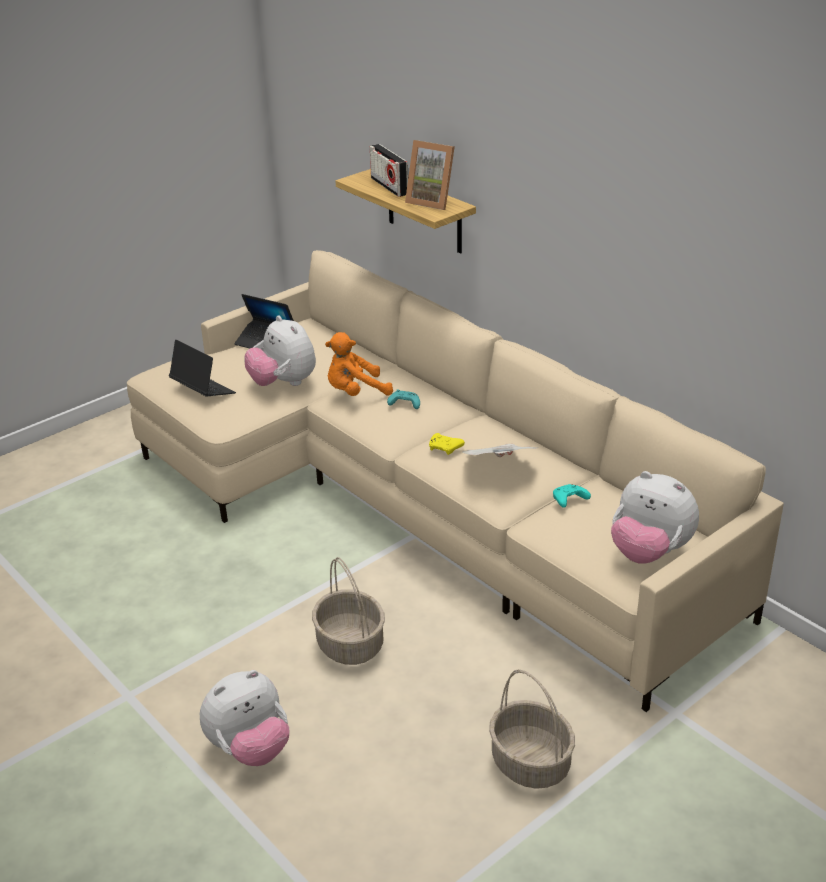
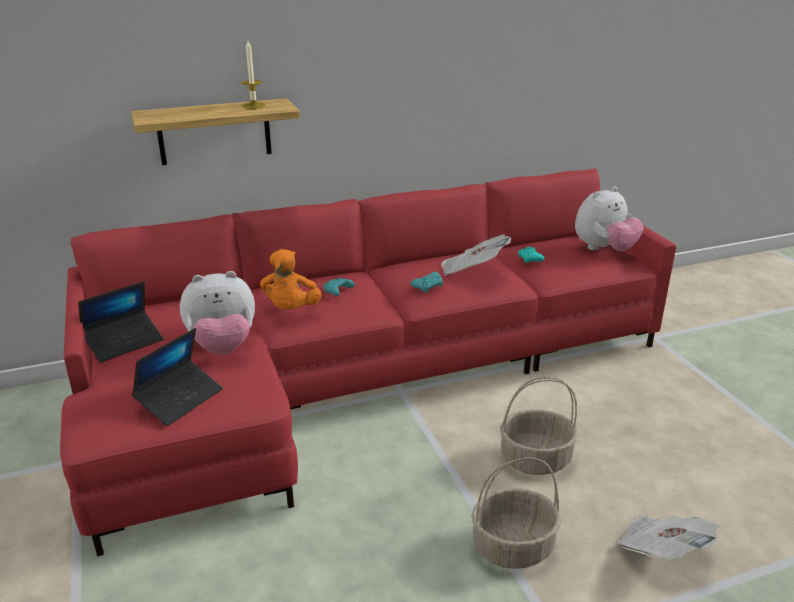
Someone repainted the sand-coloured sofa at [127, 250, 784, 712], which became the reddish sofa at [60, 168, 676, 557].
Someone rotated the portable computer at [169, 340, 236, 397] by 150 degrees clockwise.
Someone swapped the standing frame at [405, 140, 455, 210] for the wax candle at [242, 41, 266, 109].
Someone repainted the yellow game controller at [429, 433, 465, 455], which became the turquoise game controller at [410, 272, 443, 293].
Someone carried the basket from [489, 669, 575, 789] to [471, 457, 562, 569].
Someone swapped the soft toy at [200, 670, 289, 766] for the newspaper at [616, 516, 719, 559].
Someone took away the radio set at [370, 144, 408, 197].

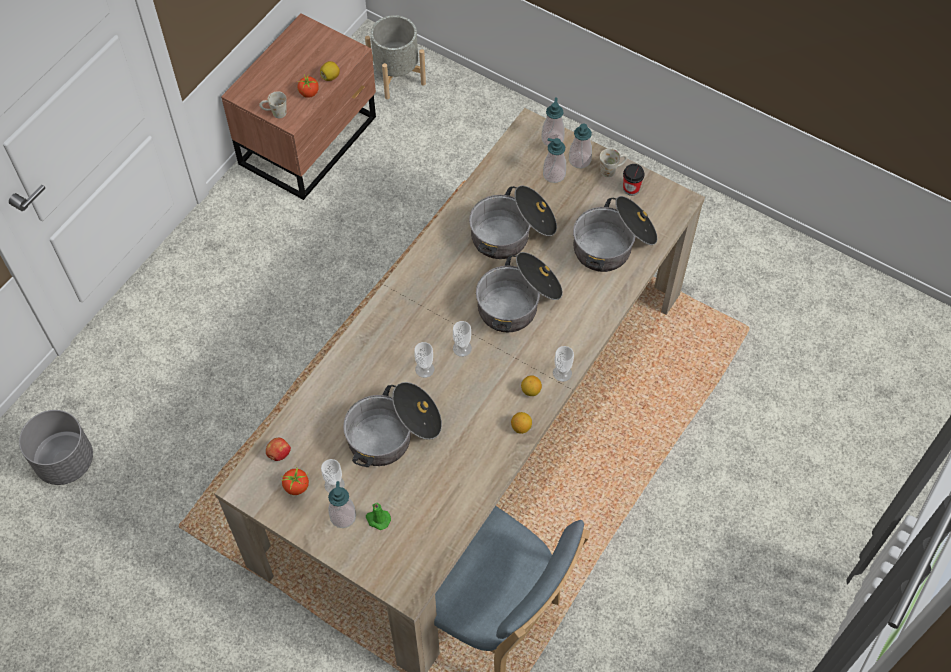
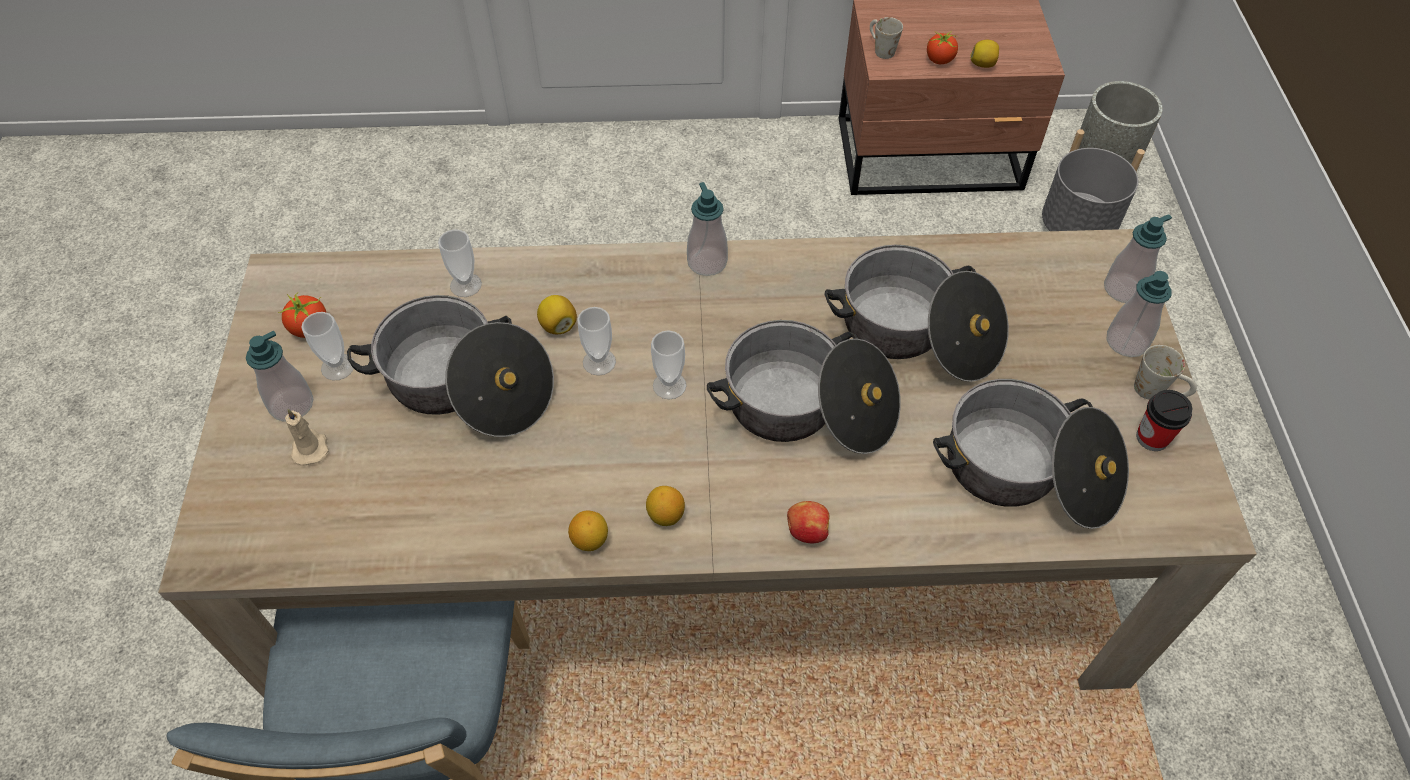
Someone repainted the green wax candle at [366, 503, 391, 530], which became the sand-coloured wax candle at [285, 409, 329, 466].
Someone carried the drinking cup from [553, 346, 574, 382] to [438, 229, 482, 297].
Someone put down the lemon at [537, 295, 577, 334].
Someone carried the liquid soap bottle from [543, 138, 566, 183] to [687, 182, 728, 276].
Someone carried the apple from [266, 438, 291, 461] to [787, 501, 829, 543].
Someone carried the grey planter from [19, 410, 93, 485] to [1042, 148, 1138, 231].

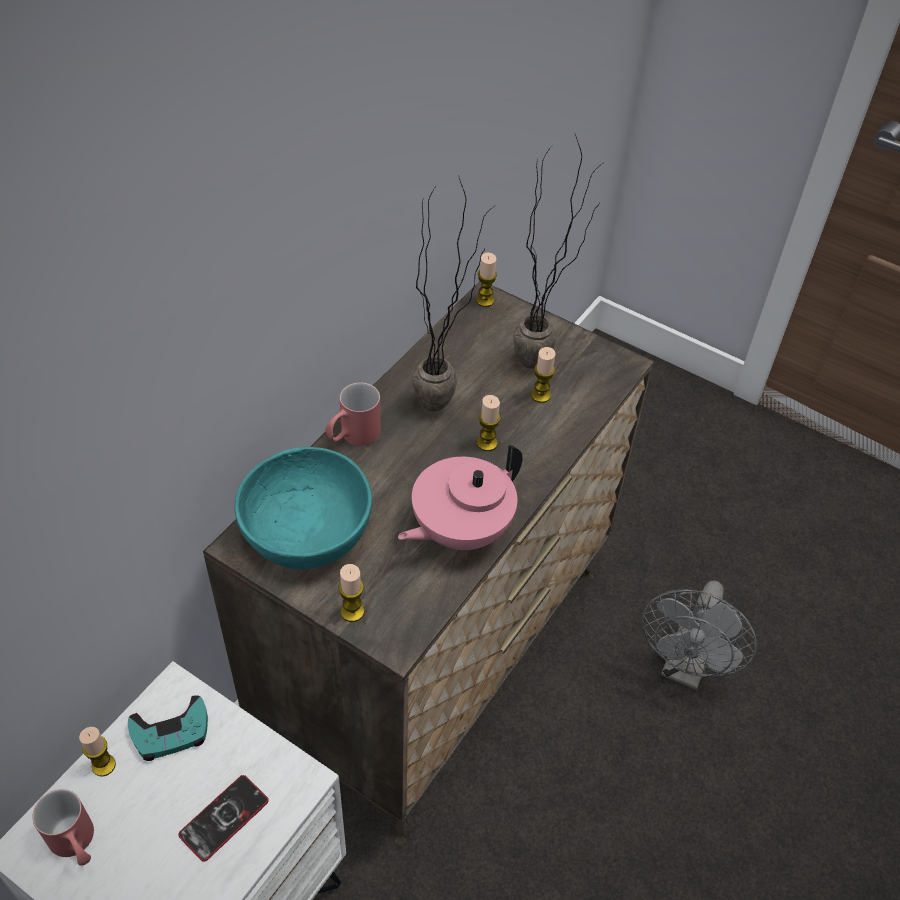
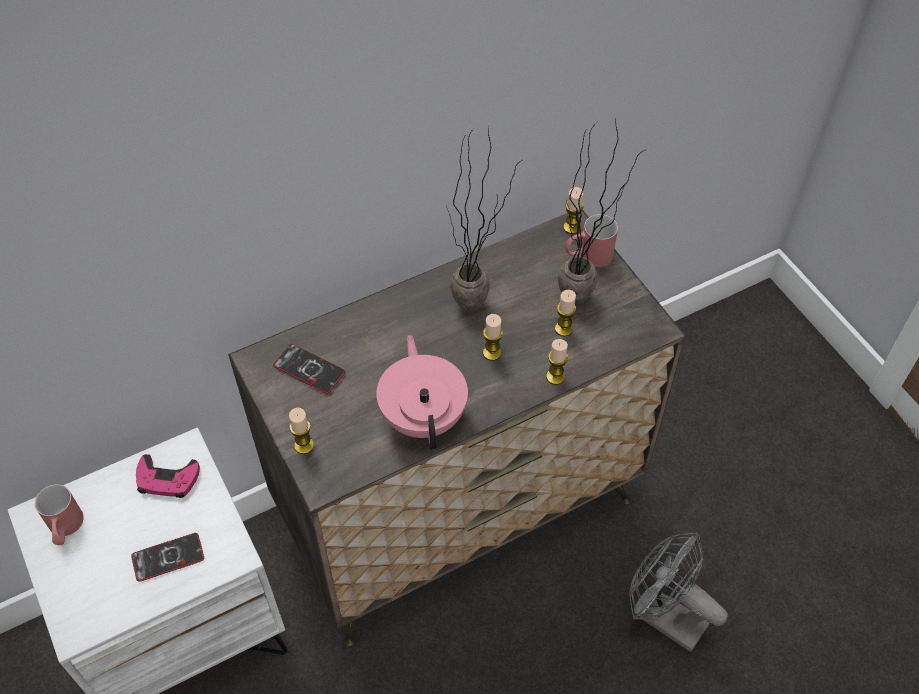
Someone repainted the turquoise game controller at [128, 695, 208, 761], which became the pink-coloured game controller at [136, 454, 200, 498].
Someone swapped the turquoise serving bowl at [235, 447, 372, 569] for the handset at [273, 344, 345, 394].
Someone rotated the pink-coloured pot for tea at [398, 445, 522, 550] by 90 degrees clockwise.
Someone carried the wax candle from [79, 727, 116, 776] to [546, 339, 568, 385].
Someone carried the reddish mug from [325, 382, 381, 446] to [565, 214, 618, 267].
Someone rotated the grey fan at [642, 581, 757, 690] by 75 degrees clockwise.

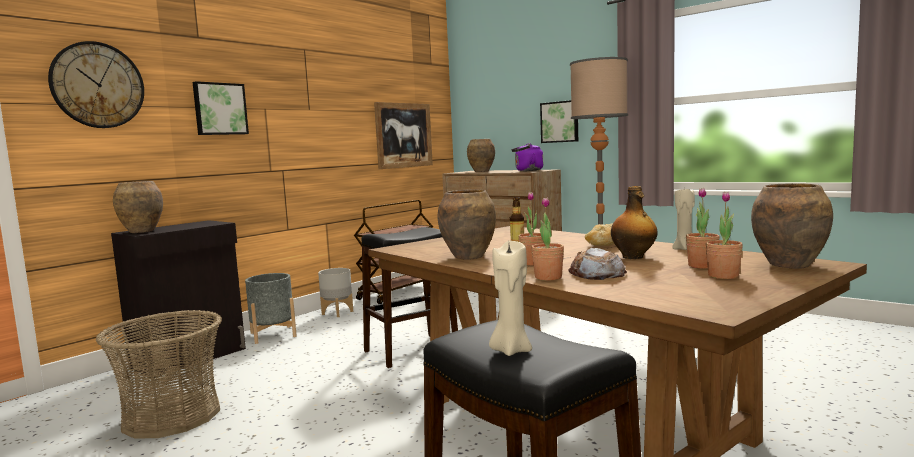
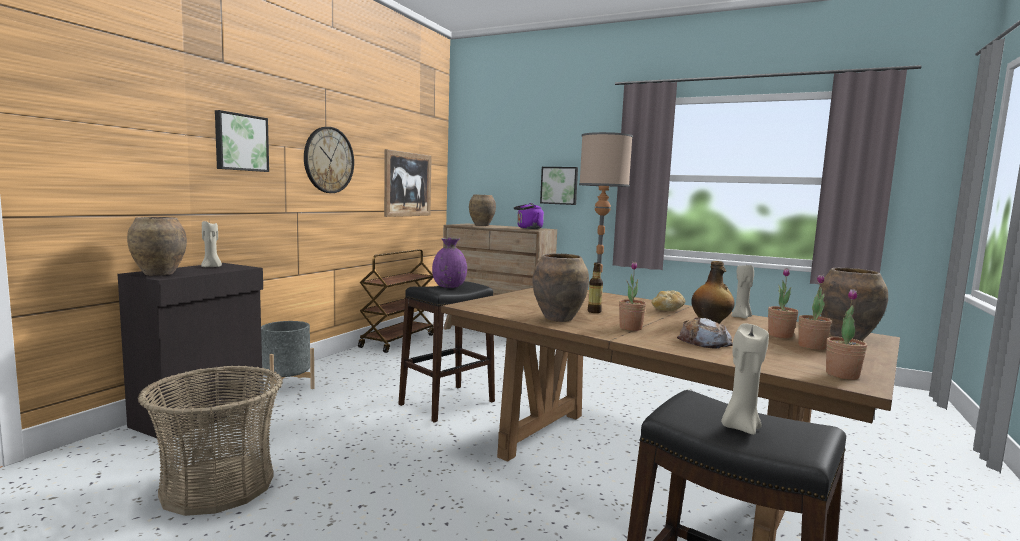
Someone put down the sand-coloured wax candle at [201, 221, 222, 267].
Someone carried the hanging clock from [48, 41, 144, 128] to [304, 127, 354, 193].
Someone put down the purple decorative vase at [432, 238, 467, 288].
Someone carried the potted plant from [531, 198, 564, 280] to [826, 289, 867, 380].
Someone took away the grey planter at [318, 268, 353, 317].

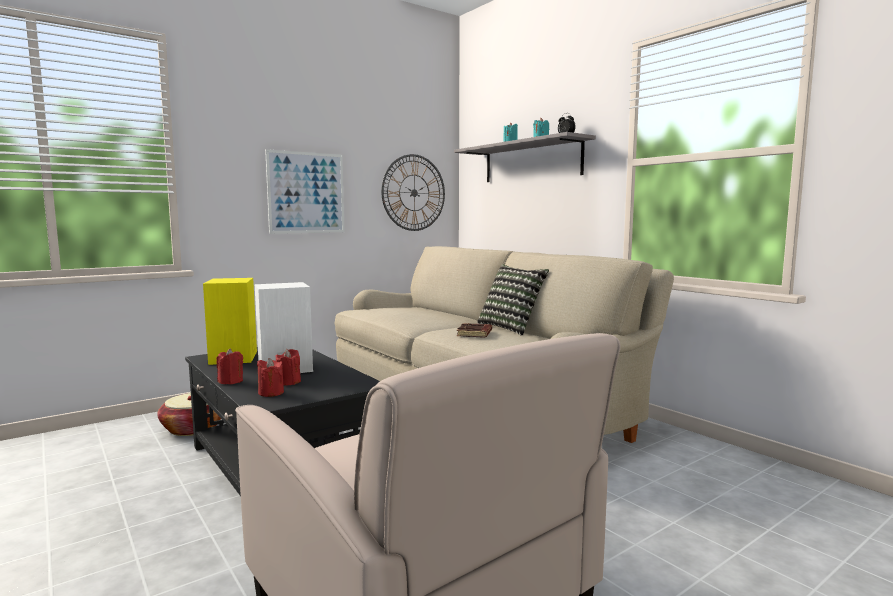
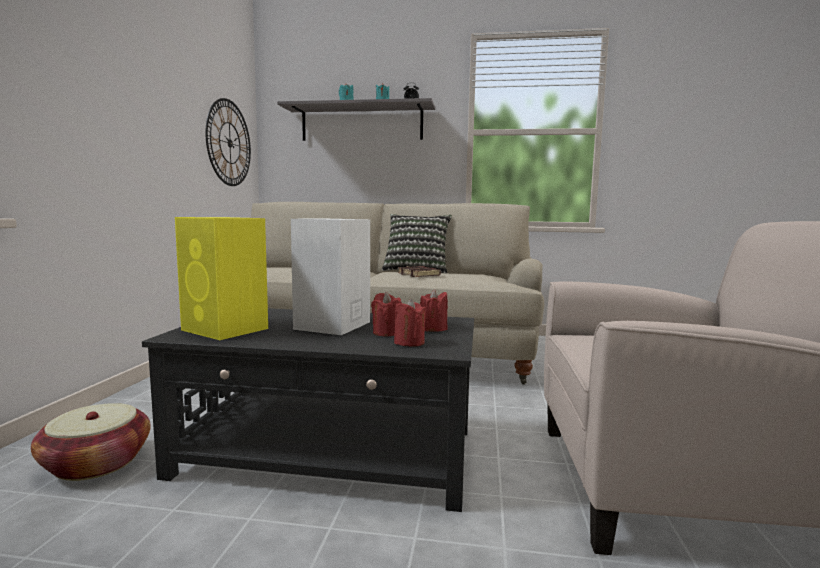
Someone carried the reddish wax candle from [217, 348, 243, 384] to [420, 289, 448, 332].
Someone took away the wall picture at [265, 149, 345, 234].

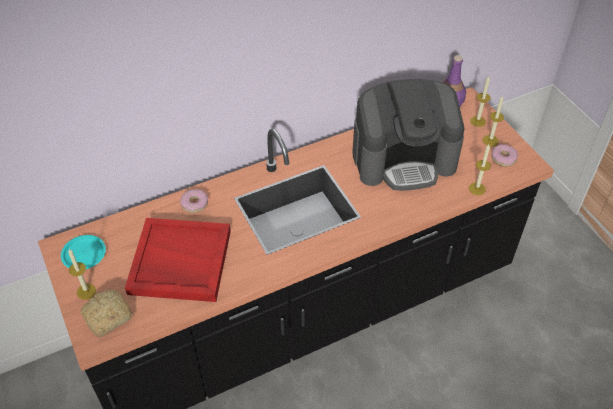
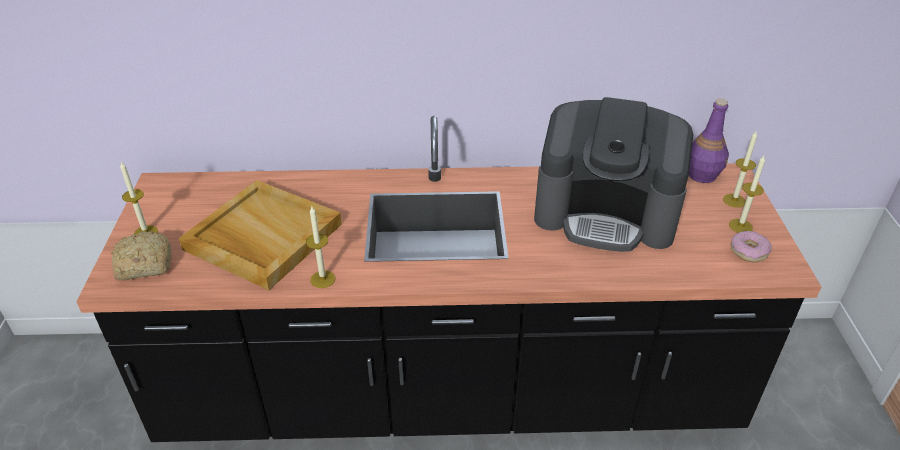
Someone repainted the reddish serving tray at [125, 218, 231, 302], which became the sand-coloured serving tray at [179, 180, 342, 290].
Someone carried the wax candle from [469, 144, 491, 195] to [306, 205, 335, 288].
Someone took away the turquoise plate at [61, 235, 106, 269].
Someone took away the ring doughnut at [180, 189, 208, 213].

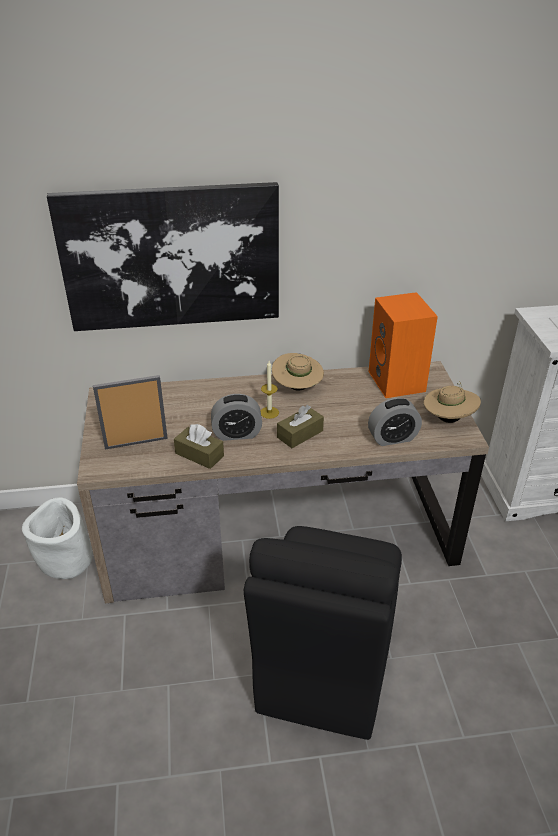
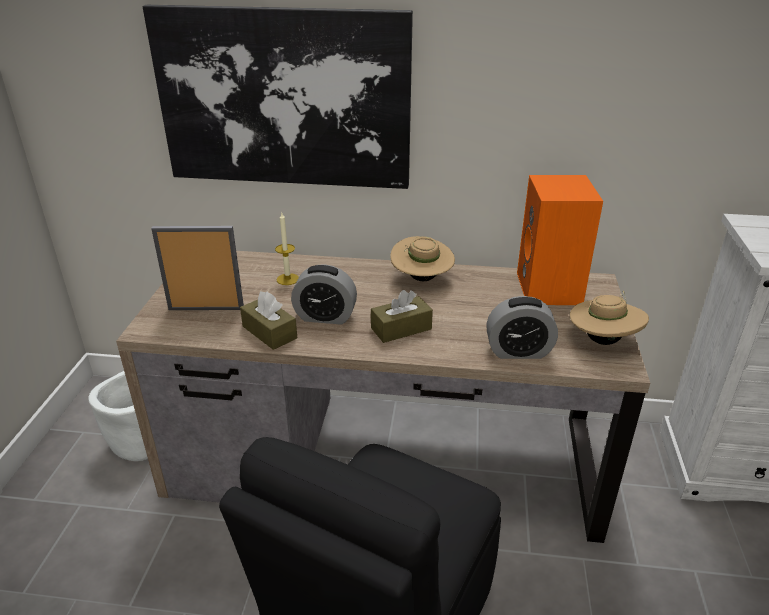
Someone carried the wax candle from [261, 361, 279, 419] to [275, 213, 299, 285].

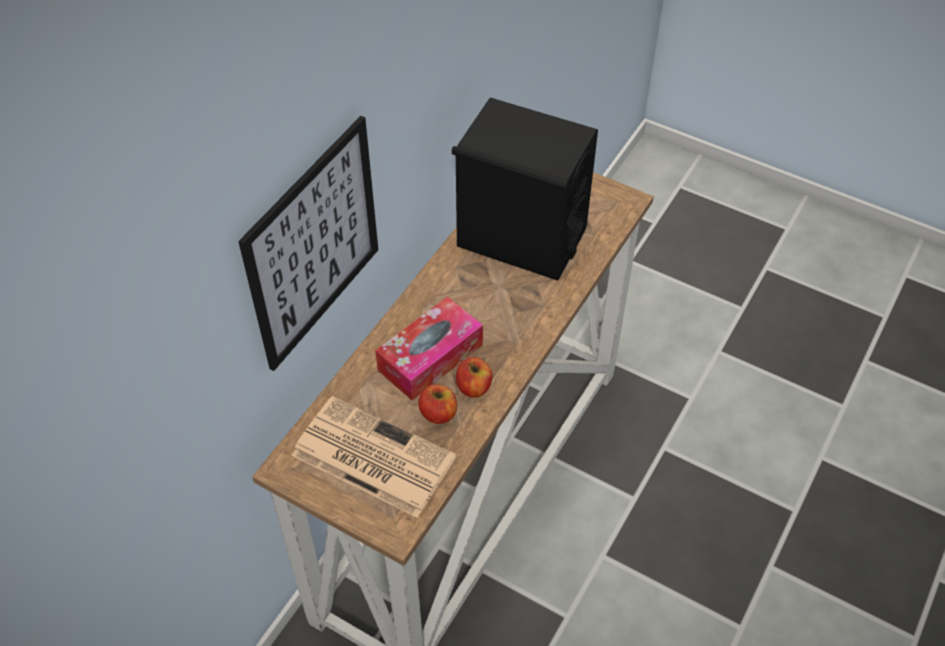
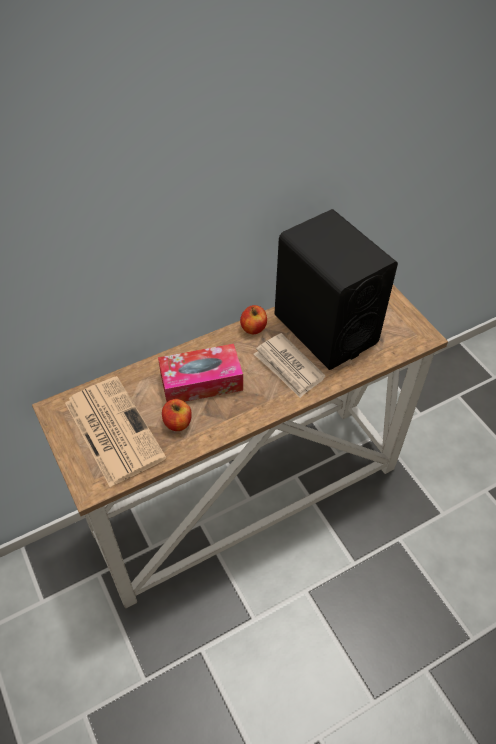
Someone carried the apple from [456, 357, 492, 398] to [240, 305, 267, 334].
Someone put down the newspaper at [254, 333, 326, 398].
Someone took away the wall picture at [238, 116, 378, 371].

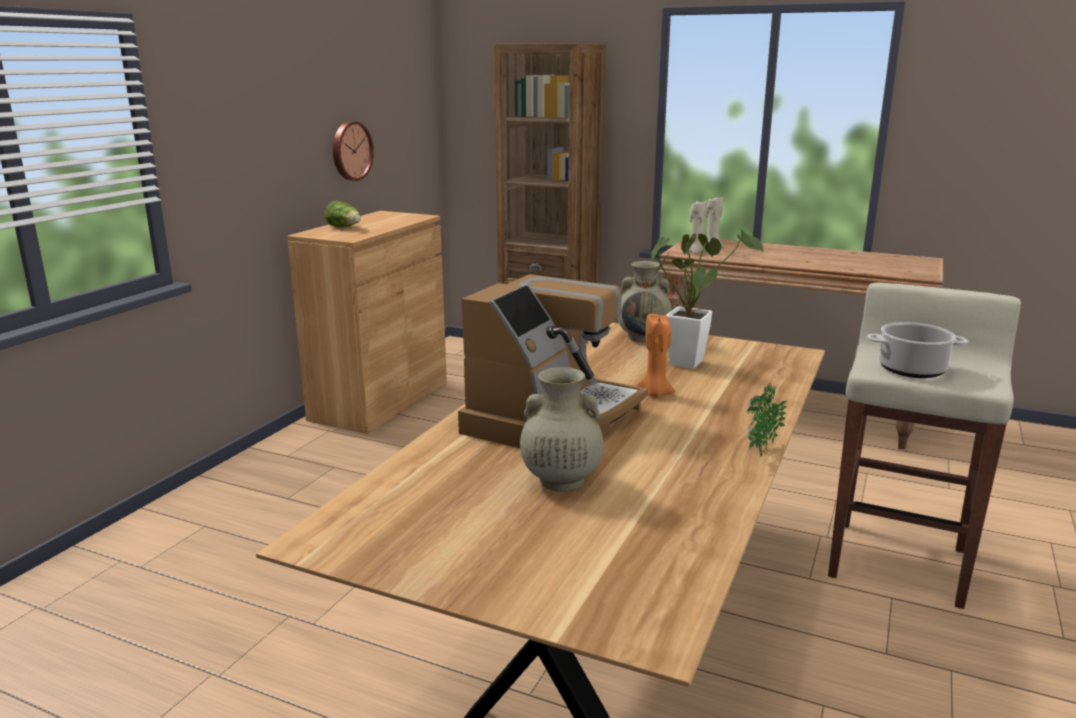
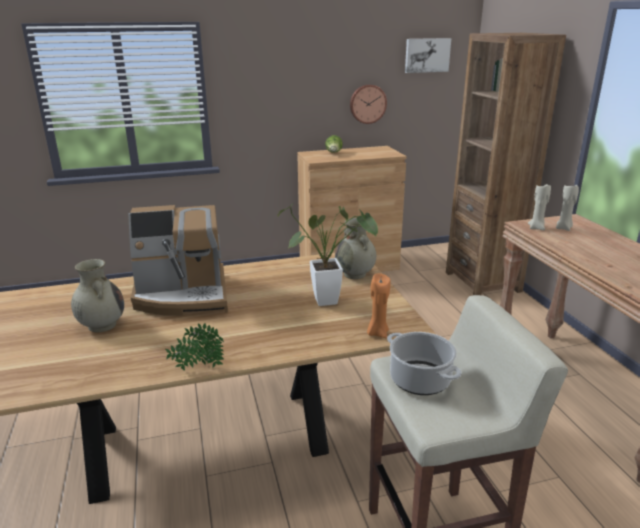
Someone carried the orangey wax candle from [636, 314, 675, 397] to [367, 273, 391, 338].
Someone put up the wall picture at [405, 38, 451, 73].

